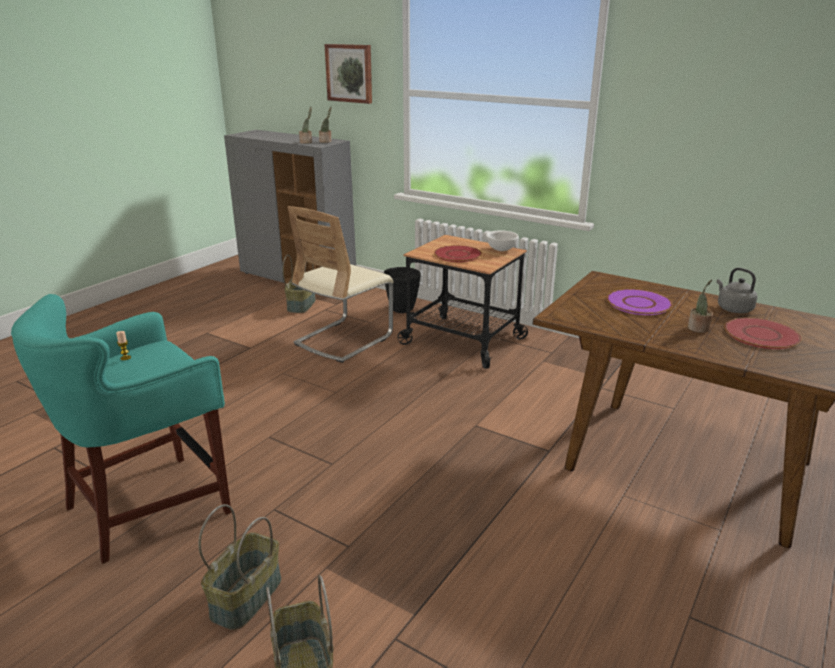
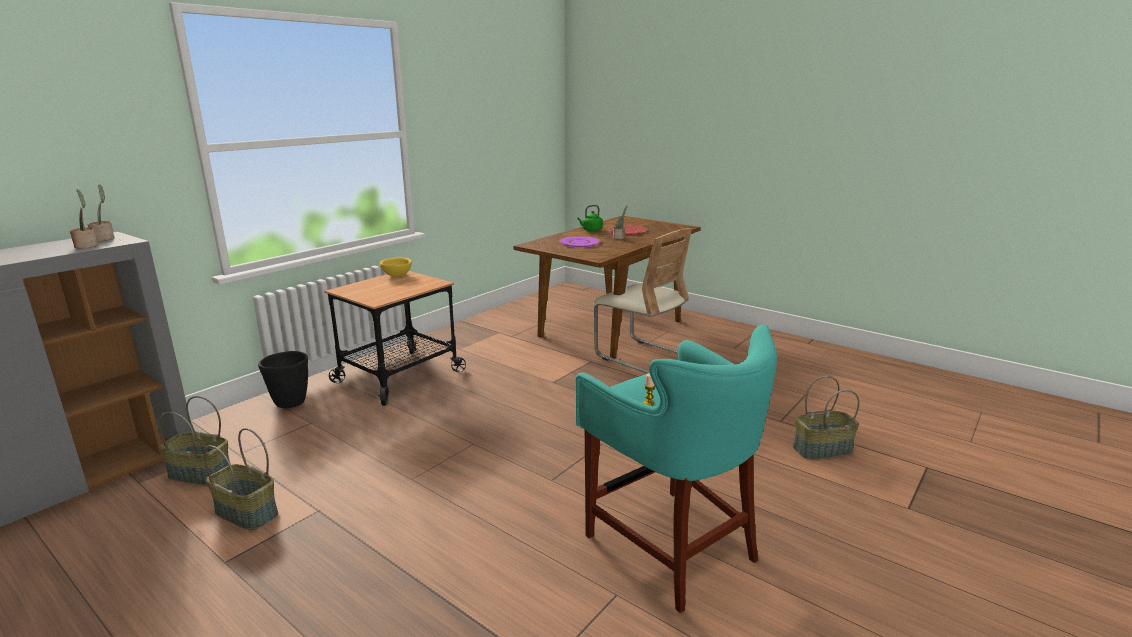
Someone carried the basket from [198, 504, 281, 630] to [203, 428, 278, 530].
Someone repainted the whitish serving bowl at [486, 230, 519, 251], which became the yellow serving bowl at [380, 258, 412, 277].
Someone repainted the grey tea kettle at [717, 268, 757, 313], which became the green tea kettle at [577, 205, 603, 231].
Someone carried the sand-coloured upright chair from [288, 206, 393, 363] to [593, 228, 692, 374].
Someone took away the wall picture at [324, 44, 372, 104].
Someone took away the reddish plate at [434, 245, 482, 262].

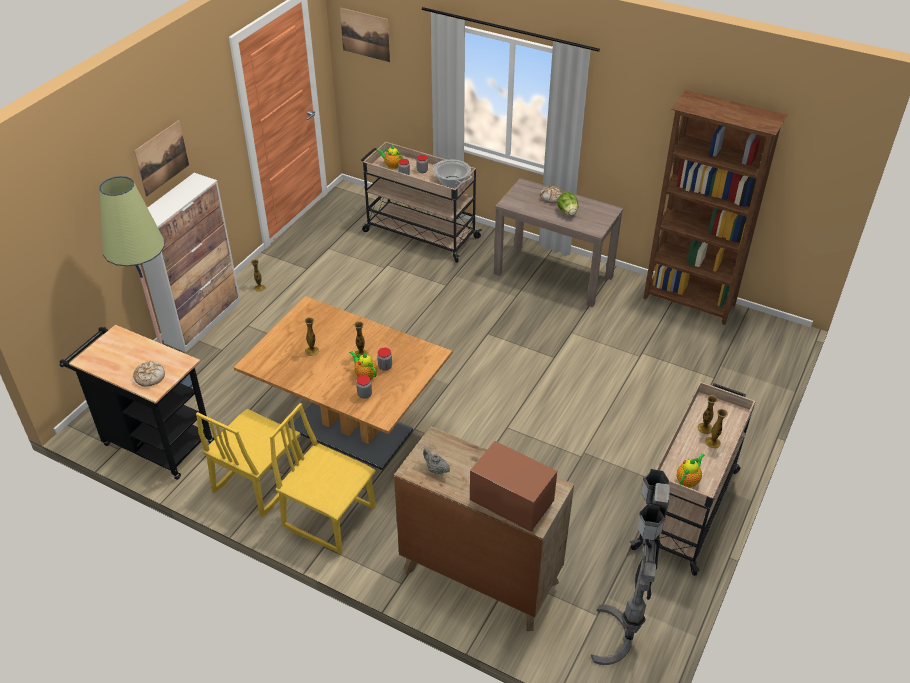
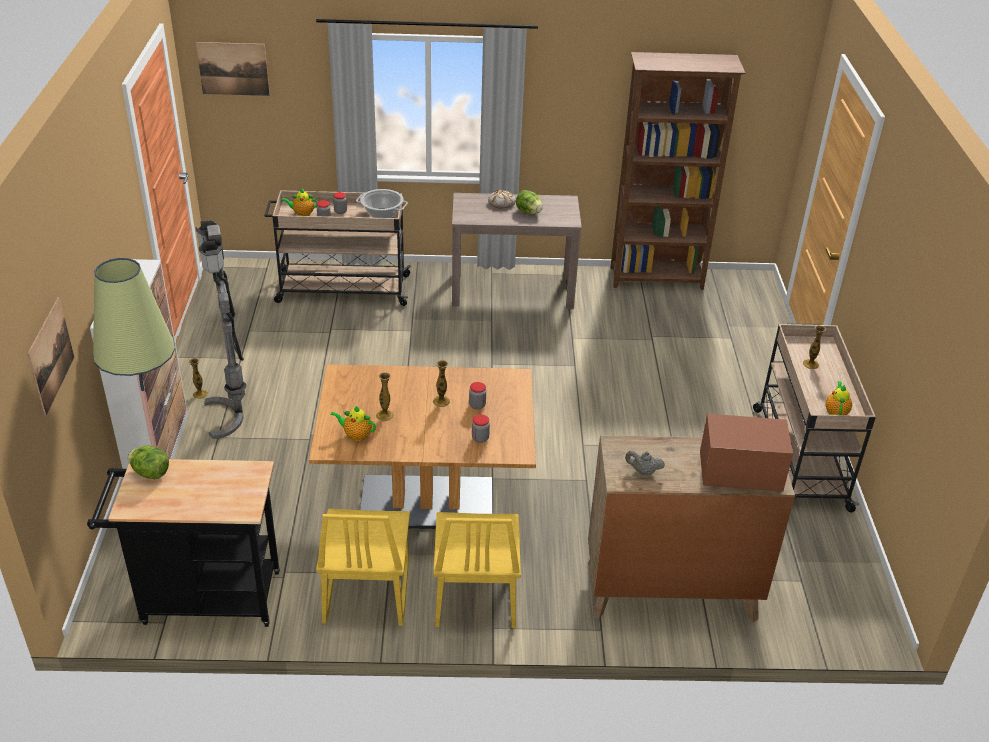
Someone carried the wall picture from [134, 120, 189, 197] to [27, 297, 74, 416].
Someone put down the lettuce head at [128, 446, 169, 480].
Someone carried the grey floor lamp from [591, 469, 670, 665] to [196, 220, 246, 439].
Someone carried the pot for tea from [349, 351, 377, 379] to [330, 406, 376, 441].
Someone rotated the yellow upright chair at [270, 403, 376, 554] by 90 degrees counterclockwise.
Someone took away the baked bread at [133, 361, 165, 387].
Someone took away the decorative vase at [705, 409, 728, 448].

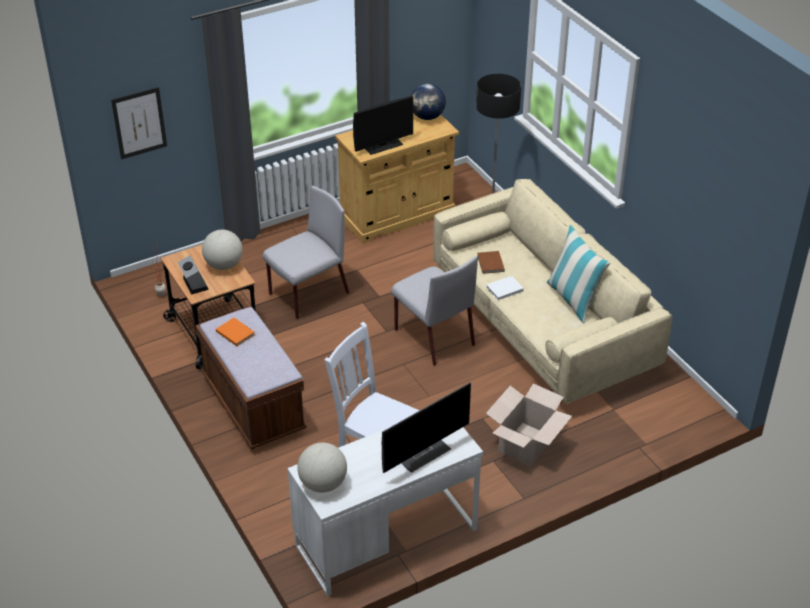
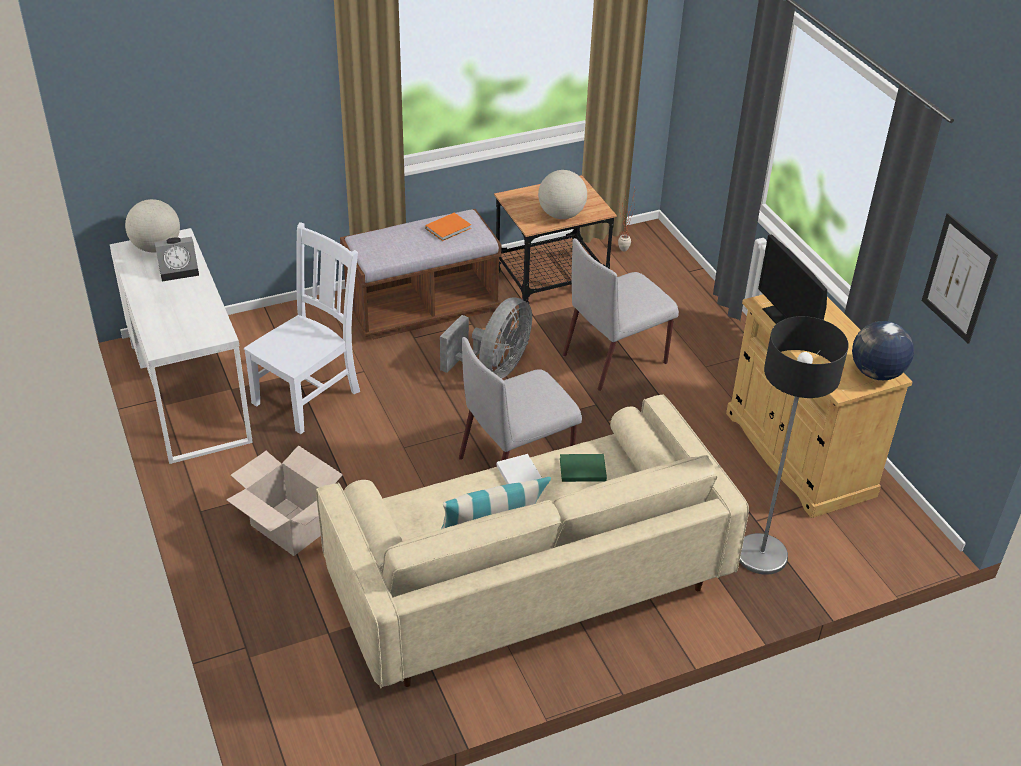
Someone carried the bedside clock from [178, 256, 209, 294] to [155, 237, 199, 281].
Someone put down the grey fan at [440, 298, 532, 379].
Someone repainted the brownish bound book at [477, 251, 505, 274], which became the green bound book at [560, 454, 607, 482].
Someone rotated the grey upright chair at [262, 186, 349, 319] by 90 degrees clockwise.
Someone carried the wall picture from [111, 87, 167, 159] to [922, 213, 998, 344].
Someone took away the computer display at [382, 382, 471, 473].

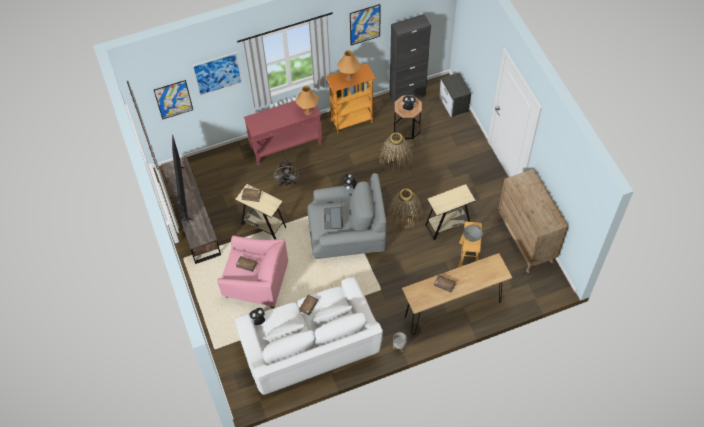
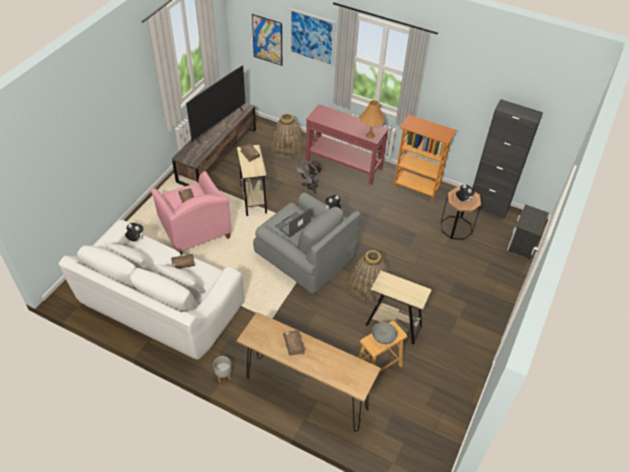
Someone carried the basket from [379, 132, 413, 173] to [270, 114, 305, 159].
Someone took away the orangey lamp for a table at [337, 50, 361, 81].
Someone took away the wall picture at [350, 4, 381, 45].
Someone took away the brownish chest of drawers at [498, 169, 569, 273].

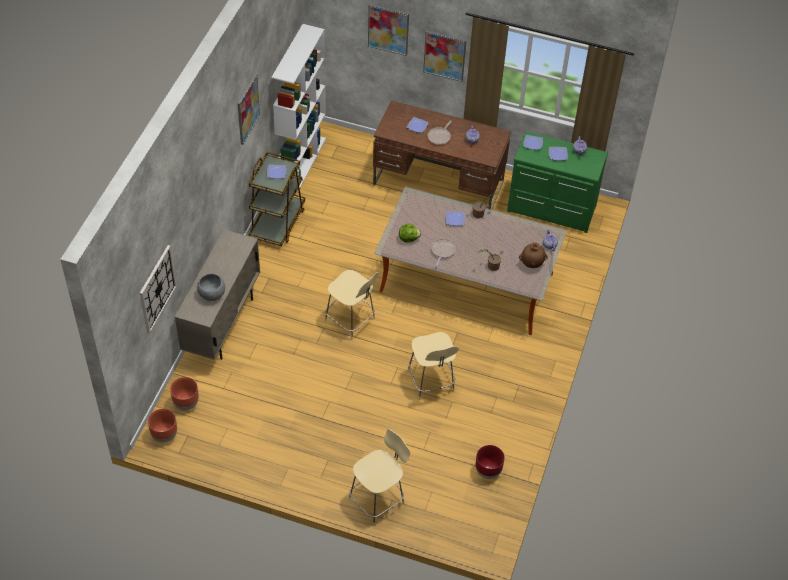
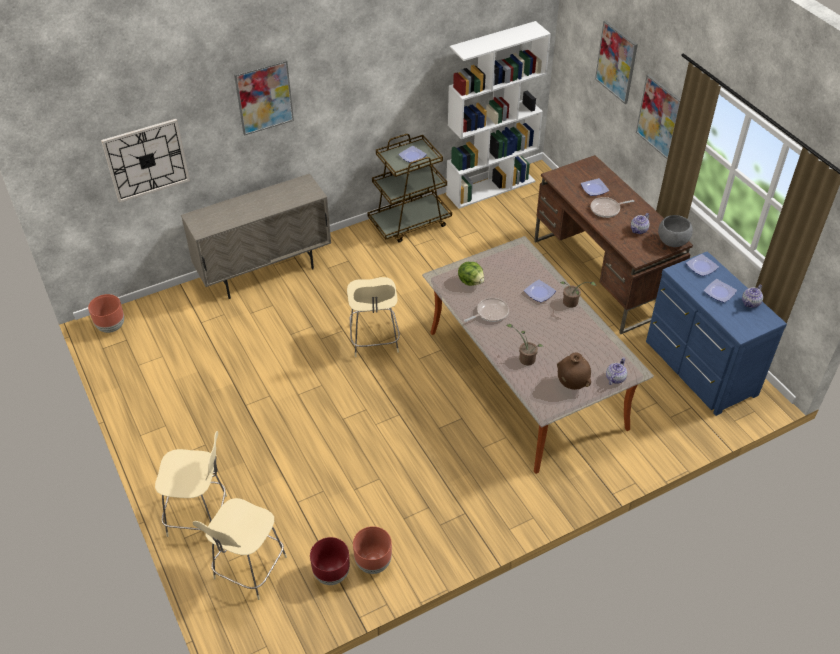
Someone carried the sand-coloured stool from [408, 332, 459, 400] to [193, 498, 287, 600].
Someone carried the wall picture from [237, 74, 260, 145] to [234, 60, 294, 136].
Someone carried the brownish planter from [170, 377, 199, 410] to [353, 526, 392, 574].
Someone repainted the green chest of drawers at [507, 131, 608, 233], which became the bluish chest of drawers at [646, 251, 787, 416].
Someone carried the grey serving bowl from [197, 273, 225, 301] to [658, 215, 693, 247].

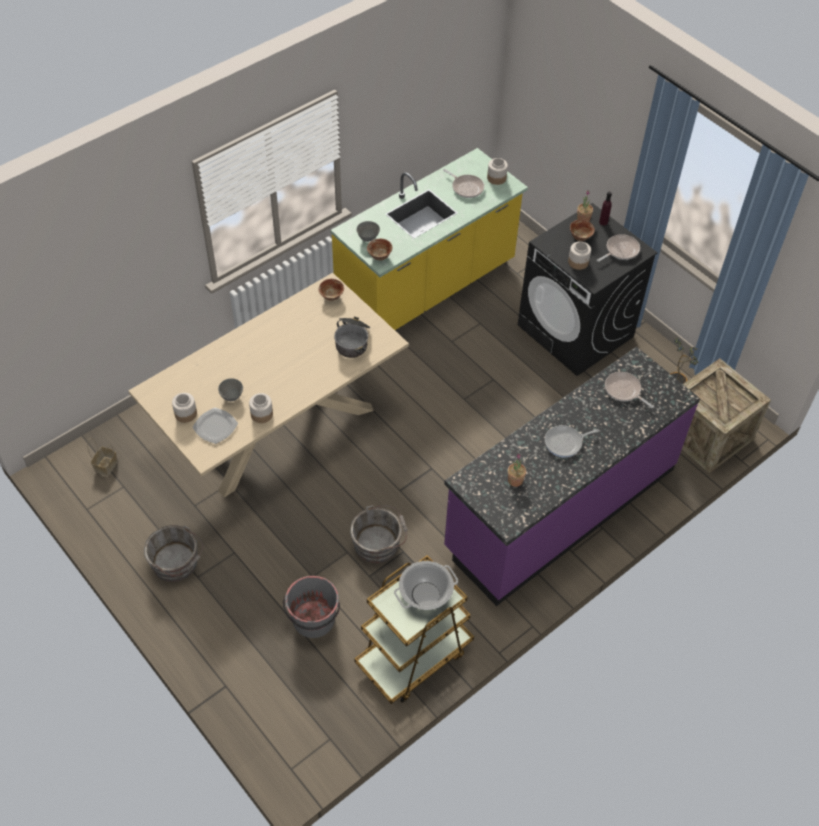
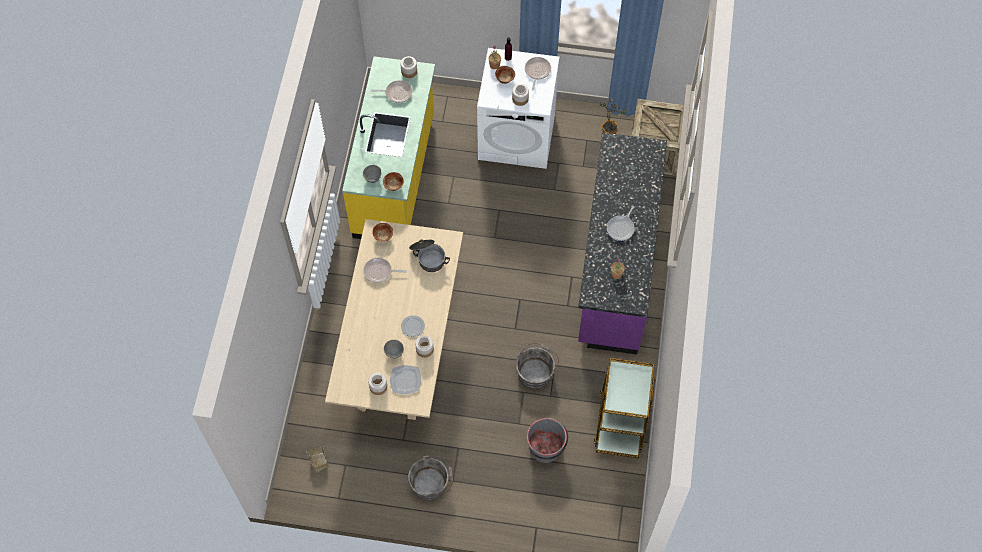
Someone carried the skillet from [605, 372, 654, 408] to [364, 258, 407, 283].
Someone put down the plate at [401, 315, 425, 337].
Someone repainted the black-coloured laundry machine at [517, 203, 658, 376], which became the whitish laundry machine at [477, 48, 559, 169].
Someone took away the saucepot at [394, 561, 458, 610].

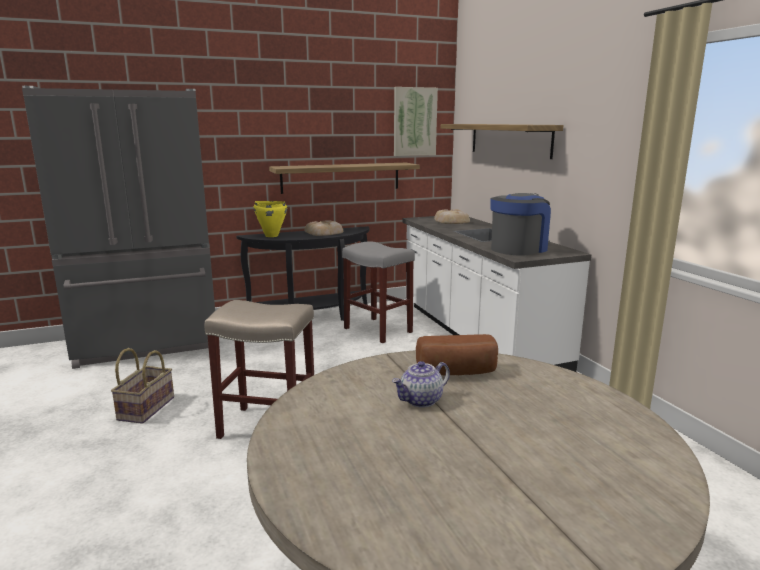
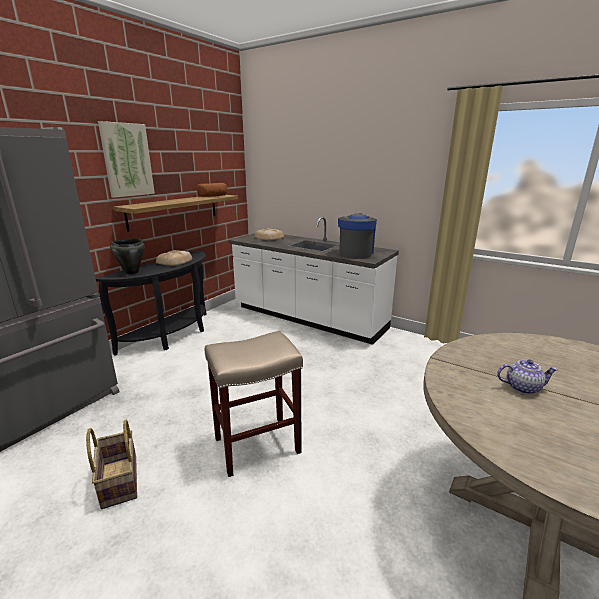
Someone carried the wall picture from [394, 87, 438, 156] to [98, 121, 155, 198].
Someone repainted the yellow saucepot at [254, 201, 287, 237], which became the black-coloured saucepot at [110, 239, 145, 274].
Someone carried the baked bread from [416, 334, 498, 375] to [197, 183, 227, 197].
Someone rotated the pot for tea at [392, 361, 450, 408] by 105 degrees counterclockwise.
Someone took away the grey stool at [342, 241, 415, 343].
Someone took away the shelf at [441, 124, 563, 159].

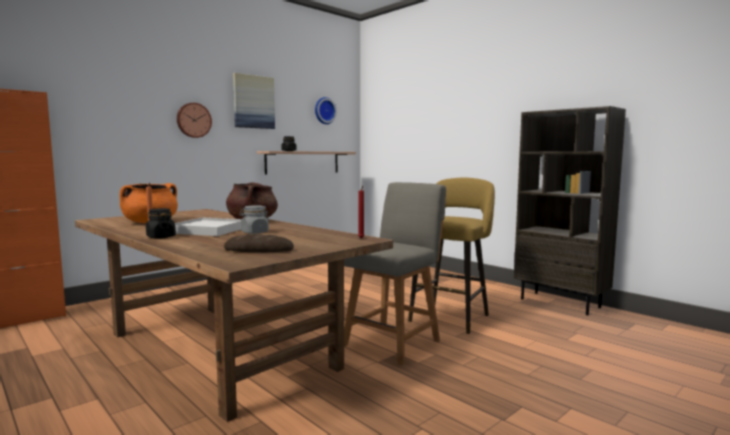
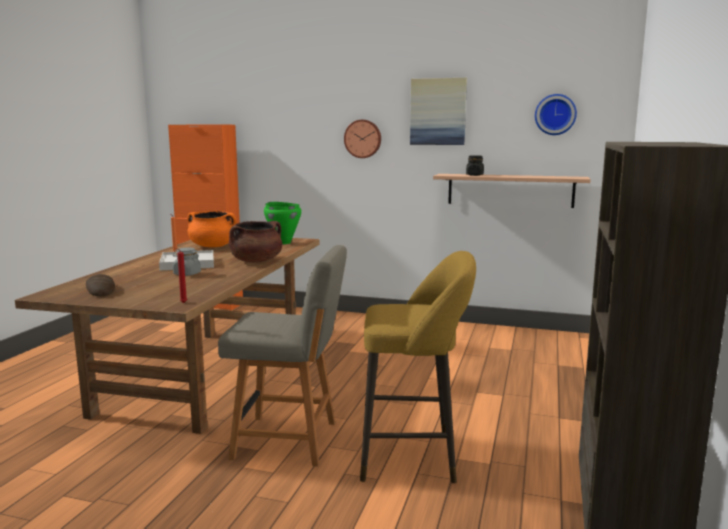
Someone put down the green saucepot at [264, 202, 302, 244].
Someone took away the black-coloured preserve jar at [146, 208, 176, 239].

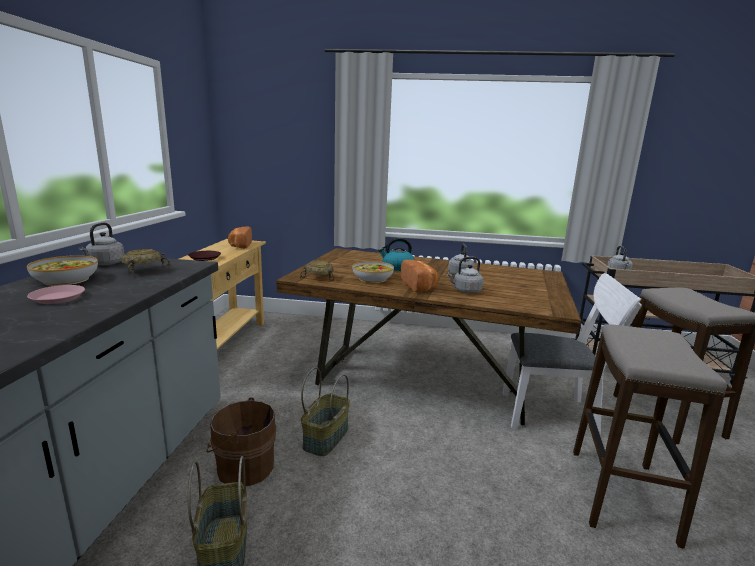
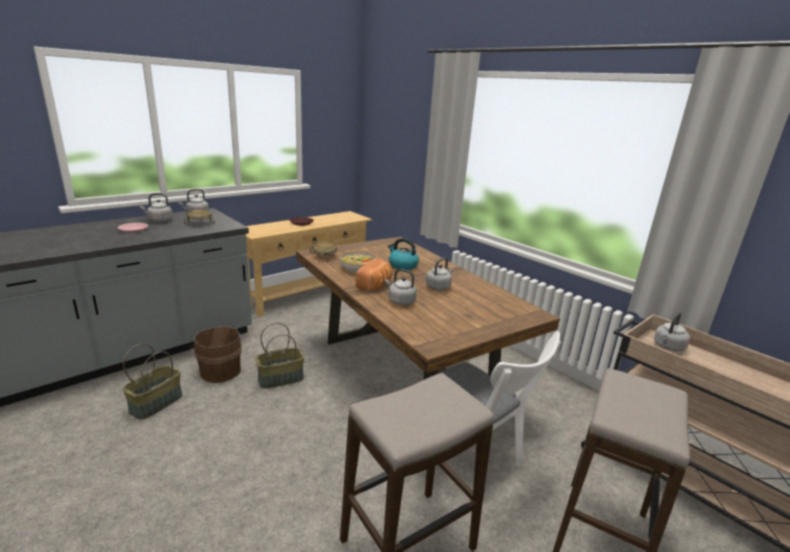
Someone swapped the serving bowl at [27, 255, 98, 286] for the grey tea kettle at [140, 193, 173, 222].
Someone took away the baked bread at [228, 227, 252, 249].

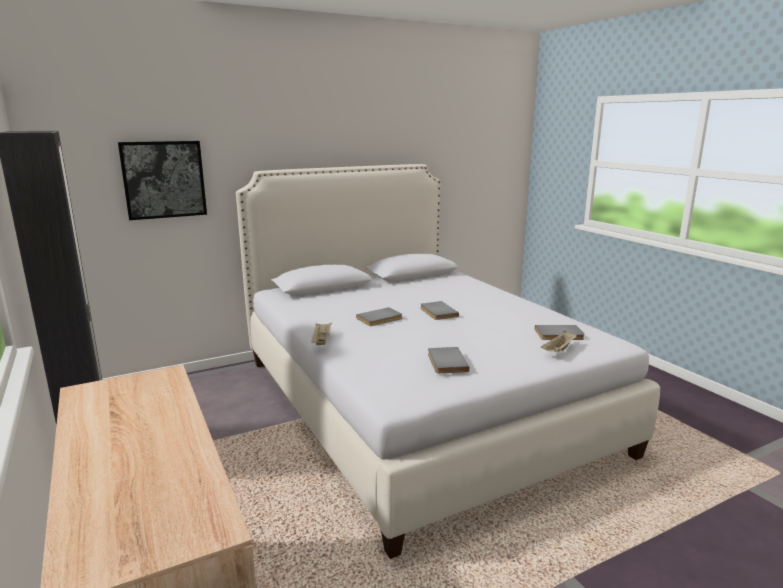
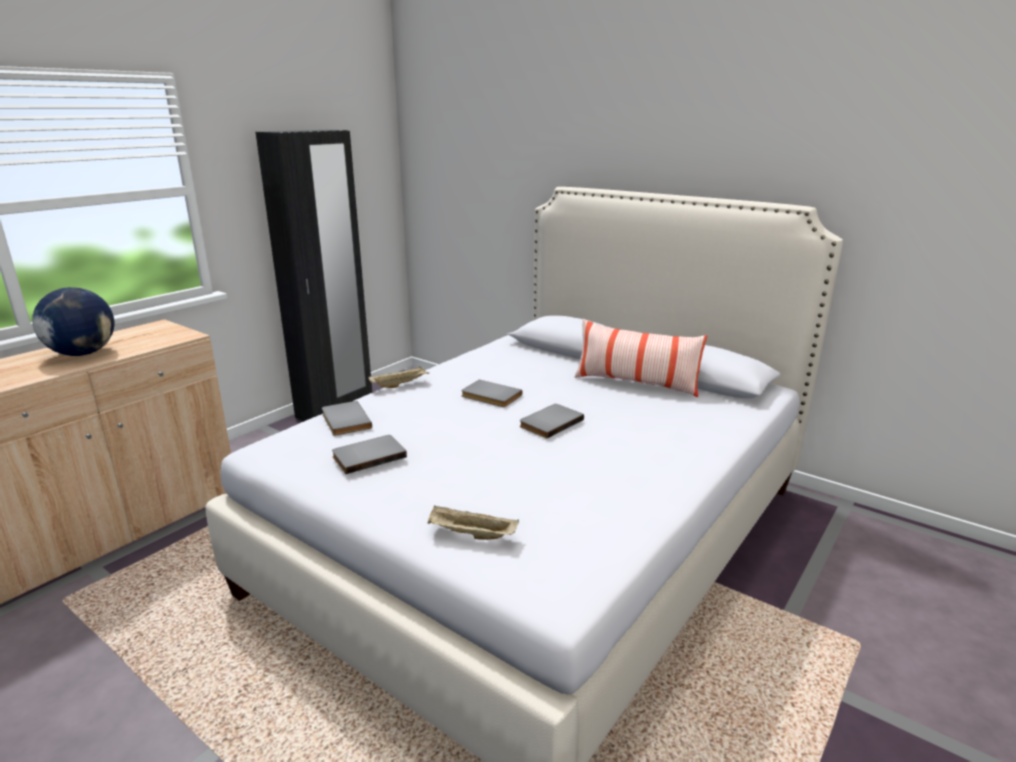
Someone put down the world globe at [32, 287, 115, 356].
Someone carried the grey bound book from [535, 325, 585, 340] to [322, 401, 372, 436].
Someone put down the pillow at [574, 319, 707, 397].
Someone took away the wall picture at [118, 141, 207, 220].

